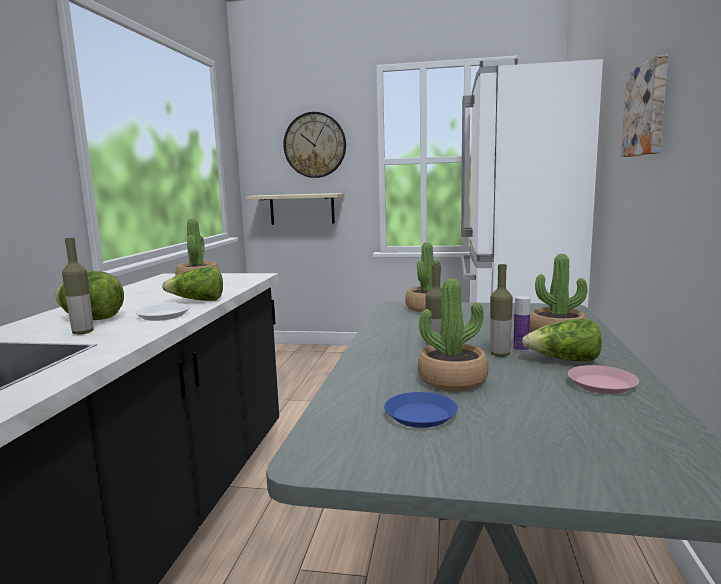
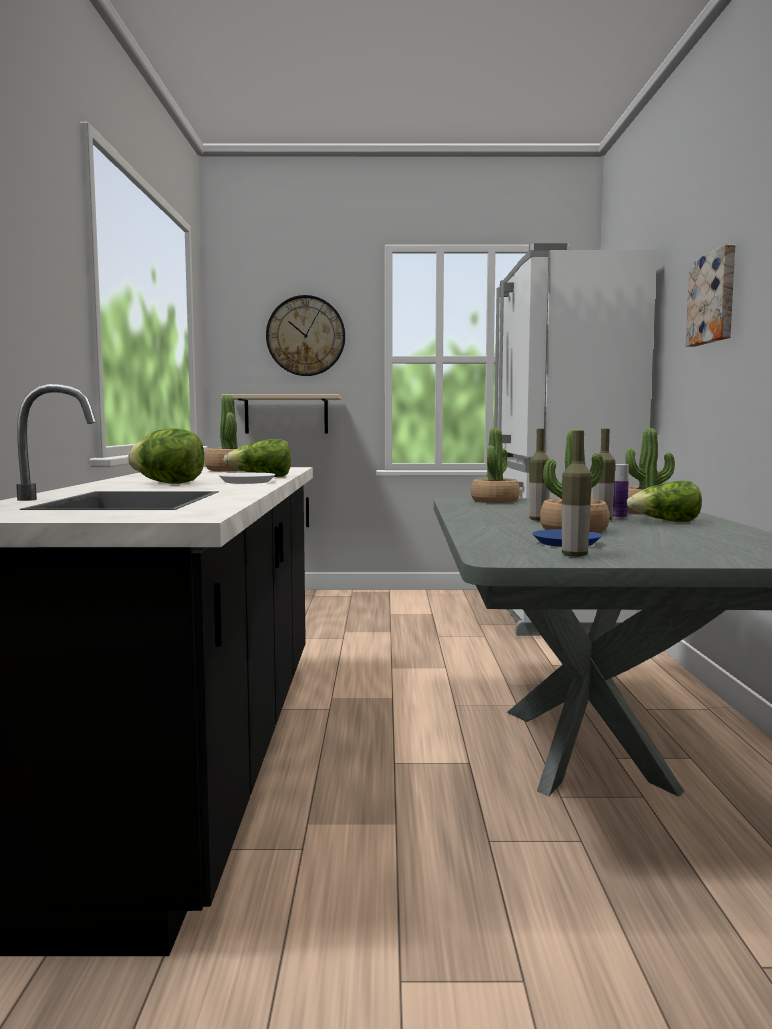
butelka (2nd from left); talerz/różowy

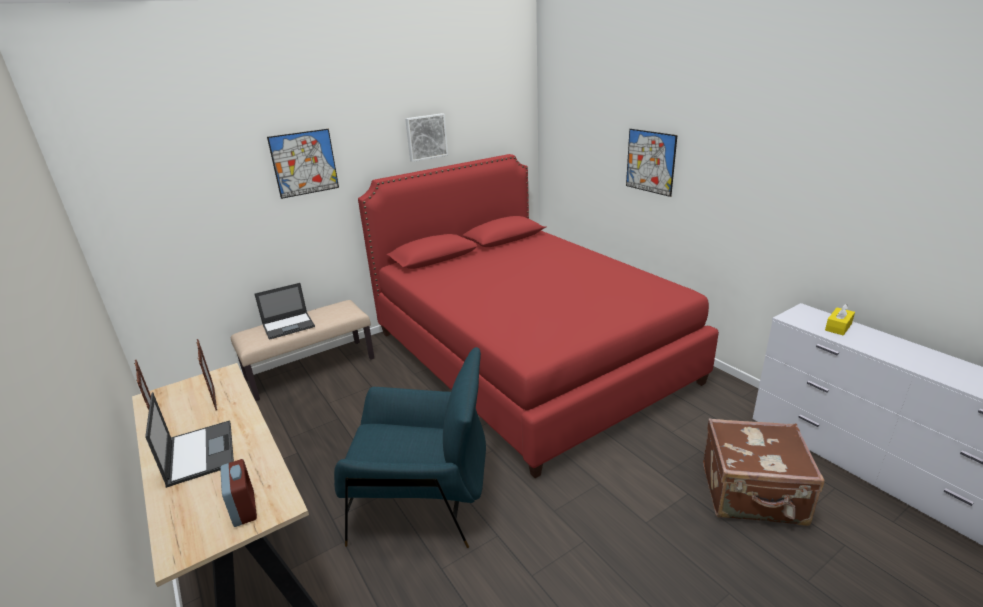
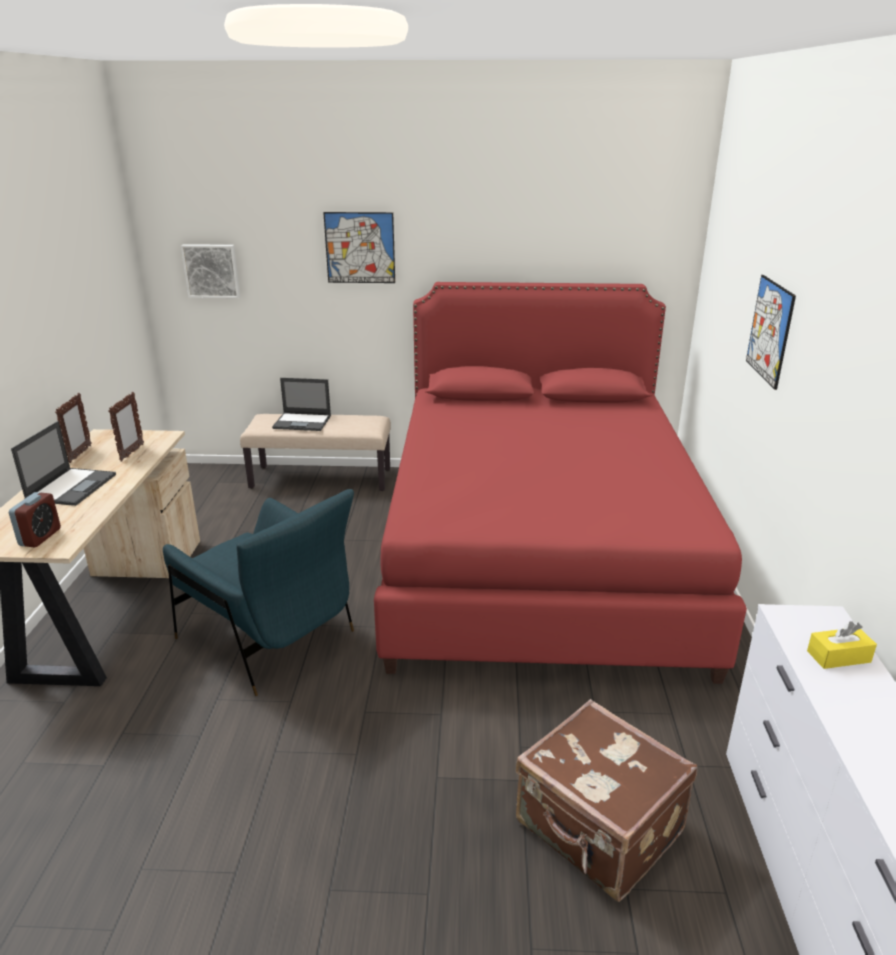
obraz (1st from left)

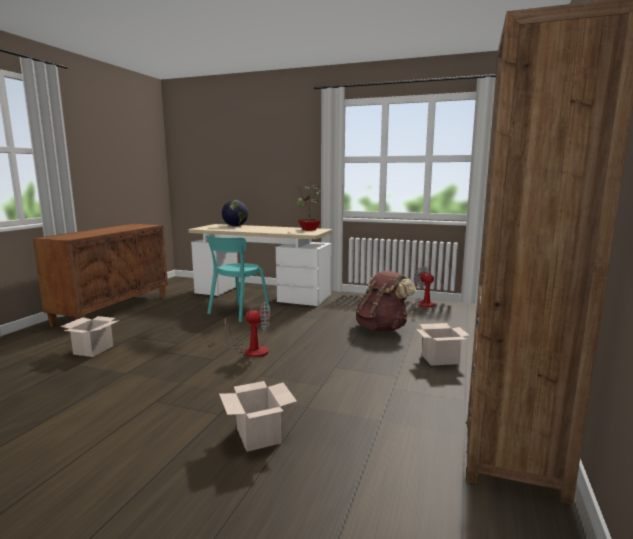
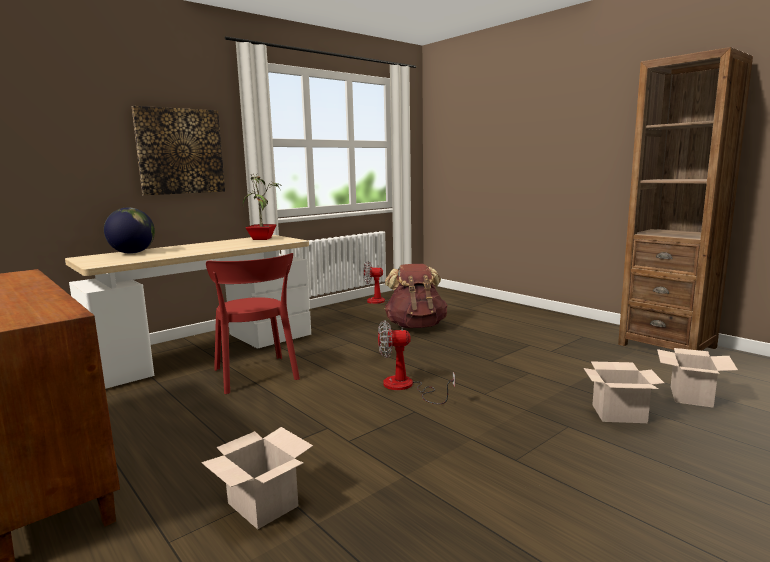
obraz; krzesło/czerwony; wentylator (2nd from left); karton (3rd from left)

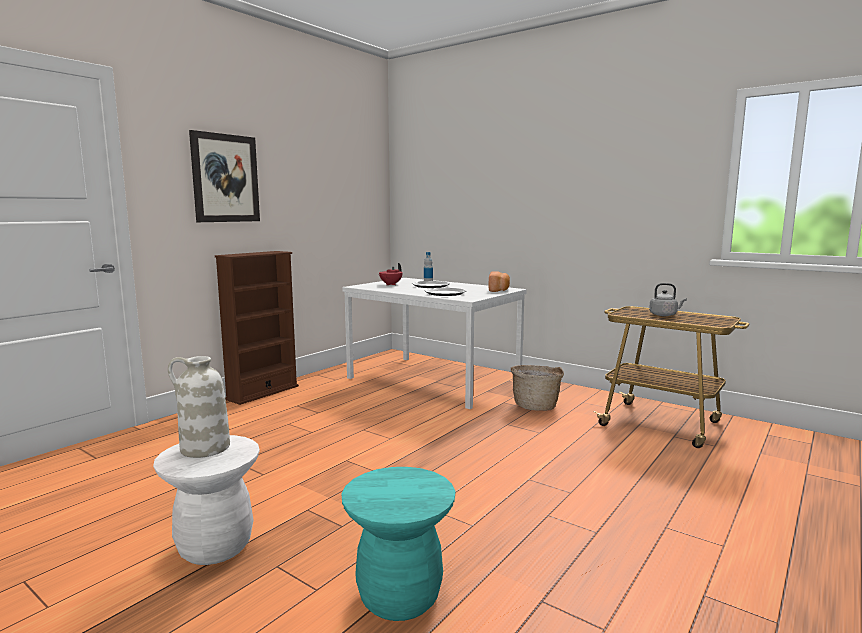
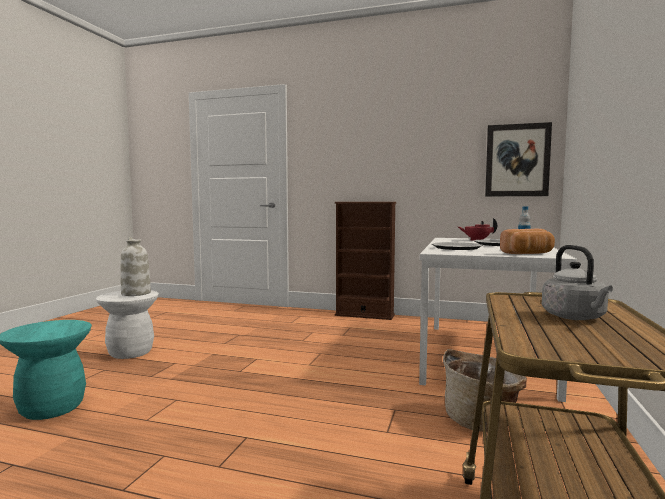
obraz

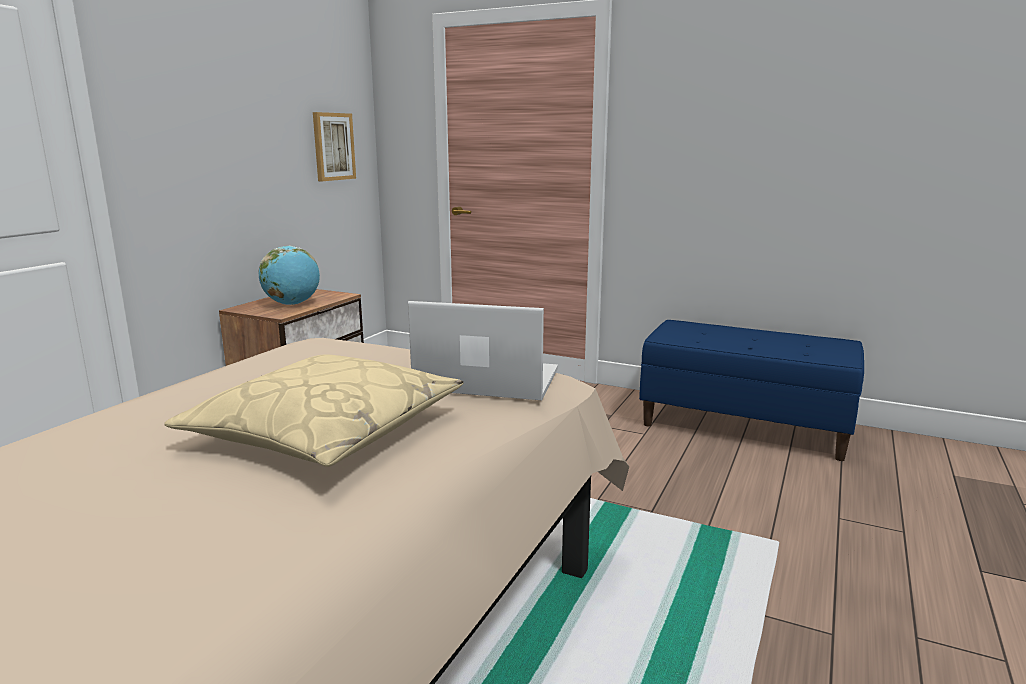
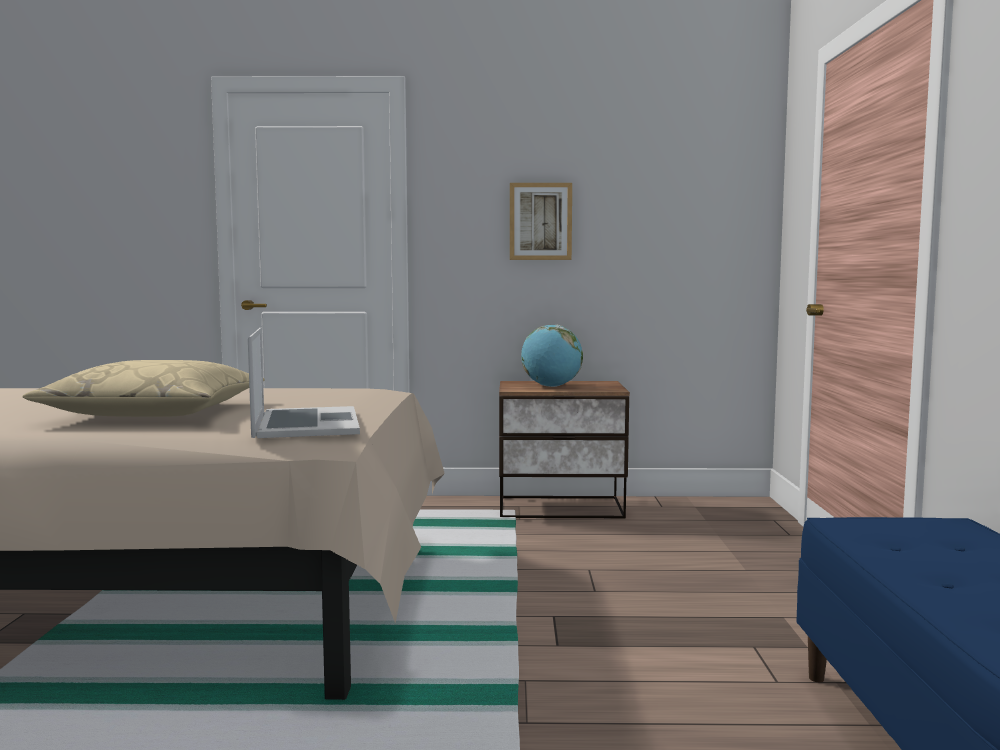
obraz

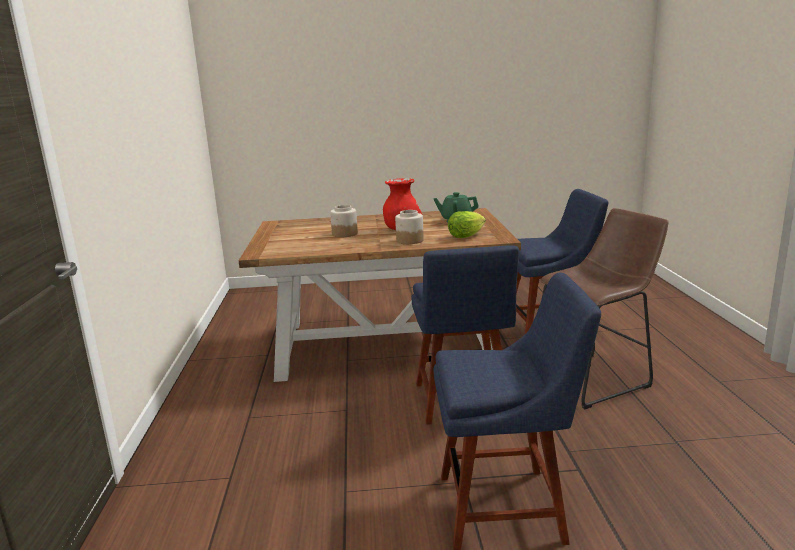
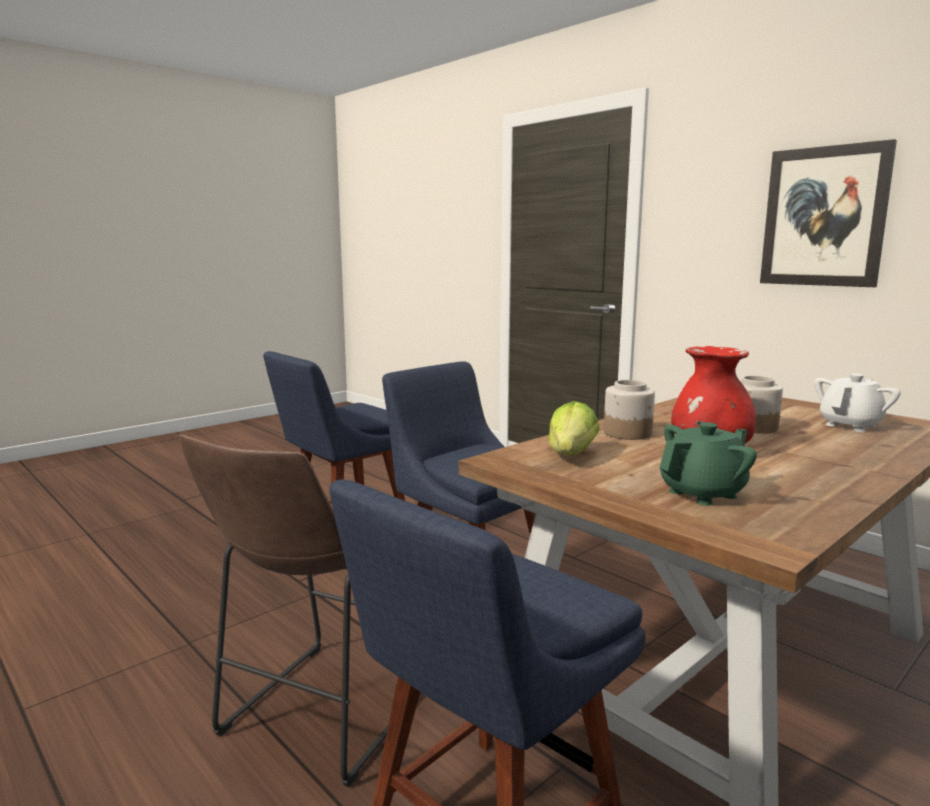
obraz; imbryk/biały

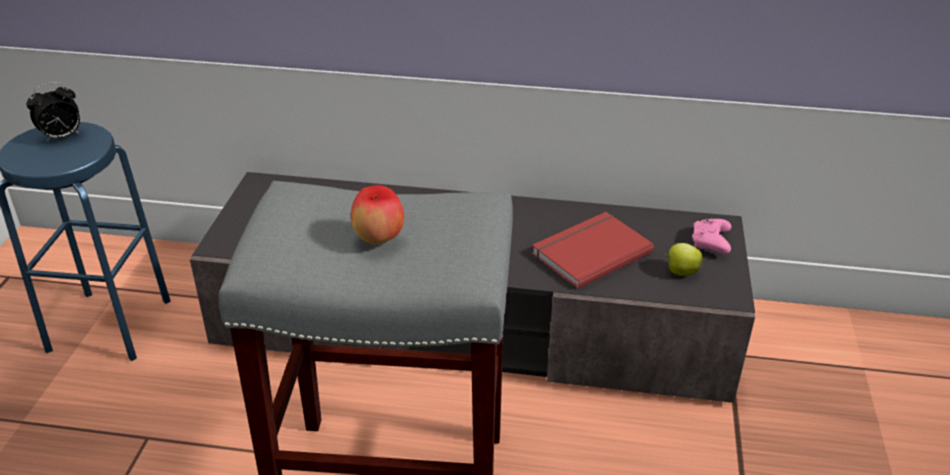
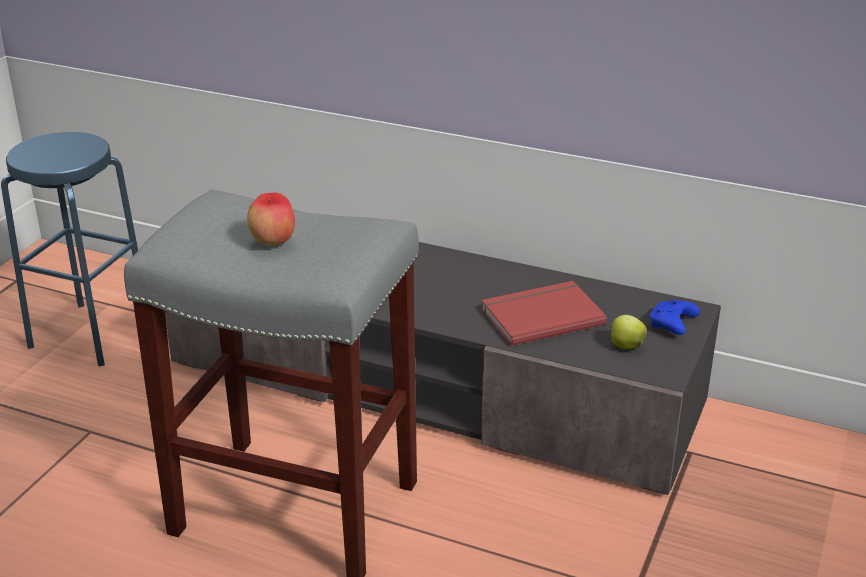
pad do gier/niebieski; budzik

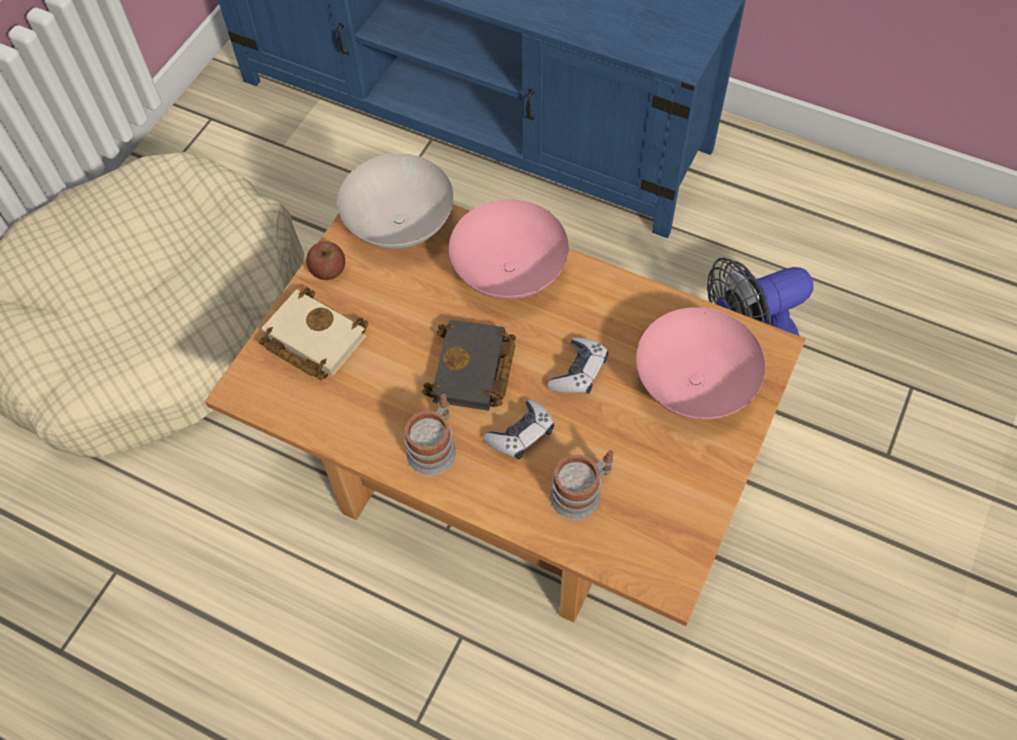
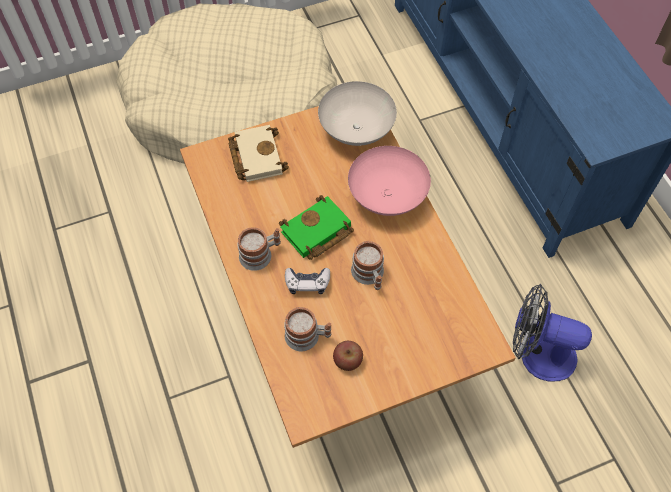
książka/zielony; jabłko; kubek (3rd from left); miska/różowy (2nd from left in the first image)

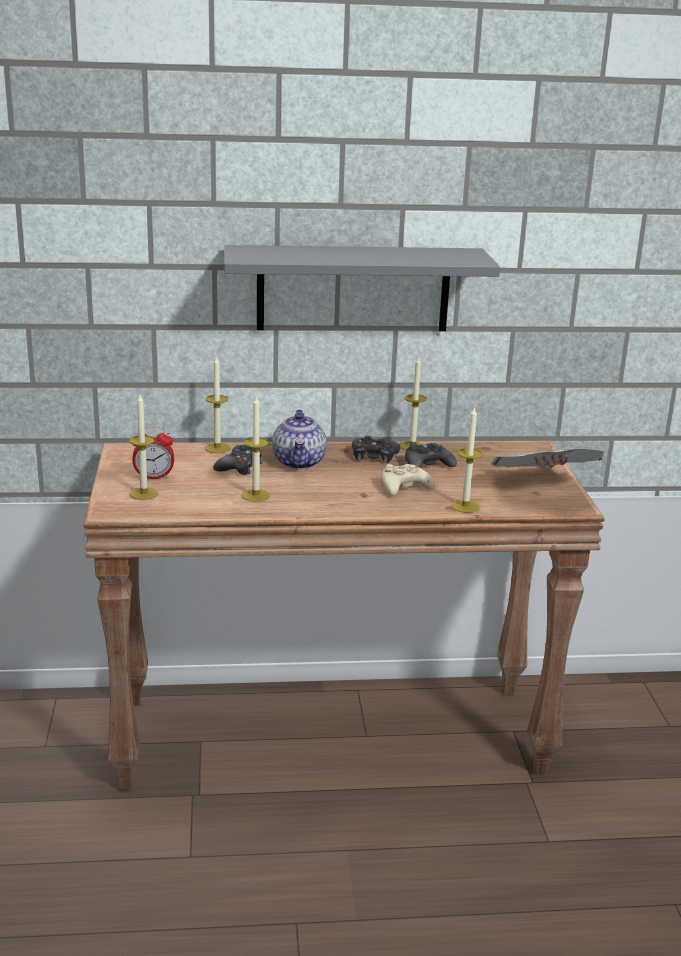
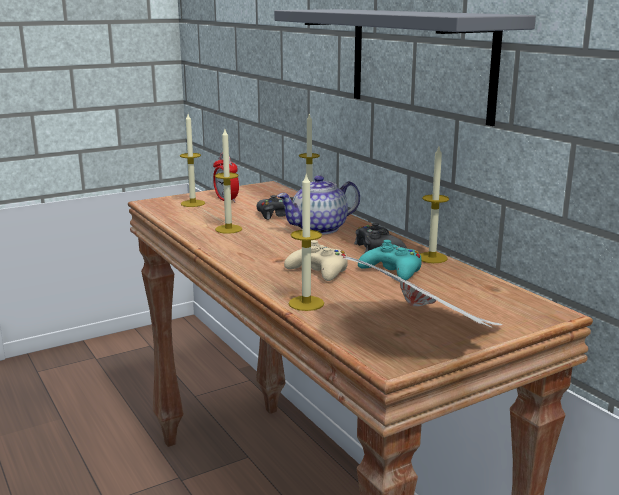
pad do gier/turkusowy

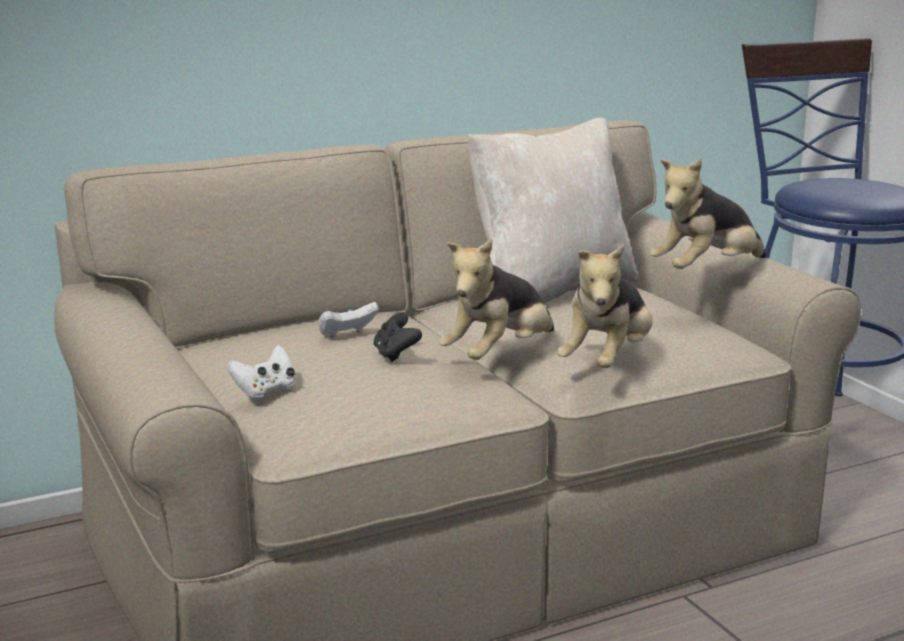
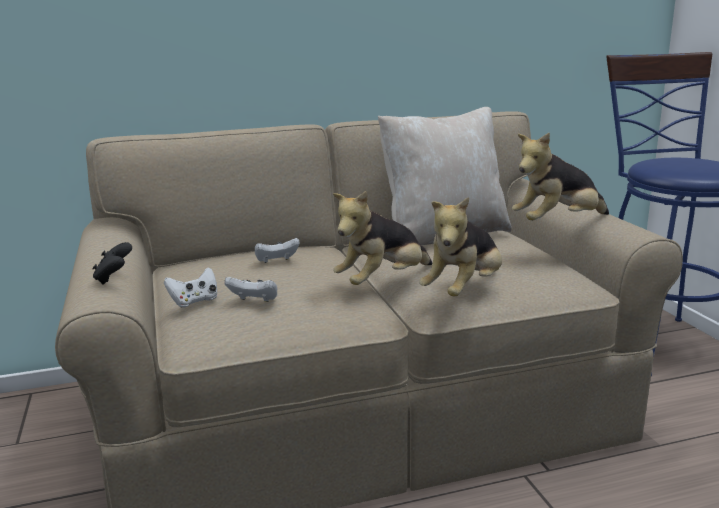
pad do gier/czarny; pad do gier/biały (2nd from left)

